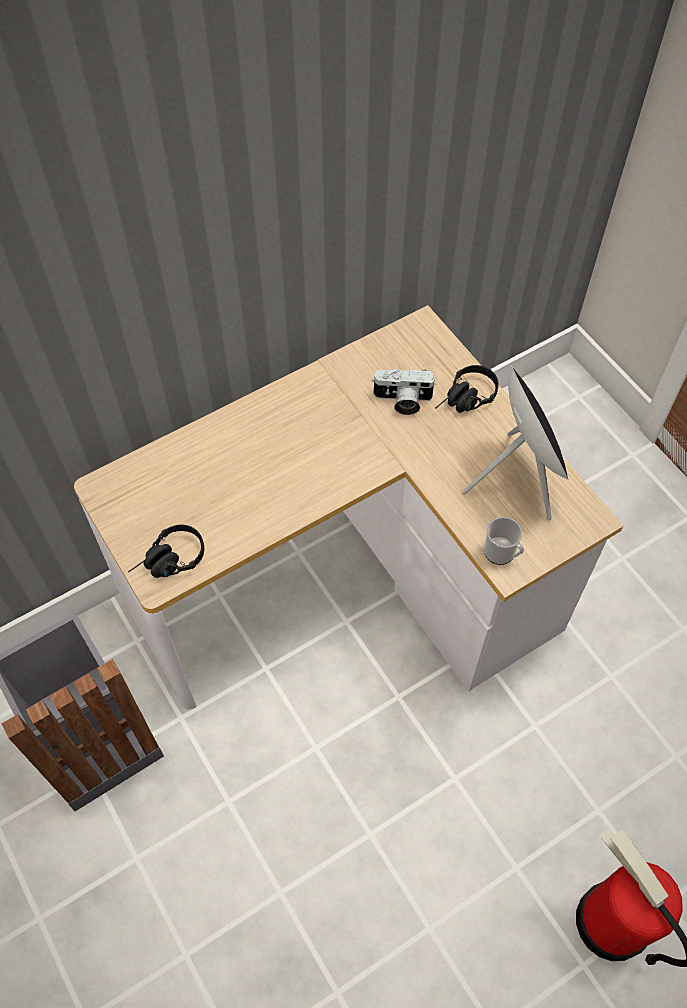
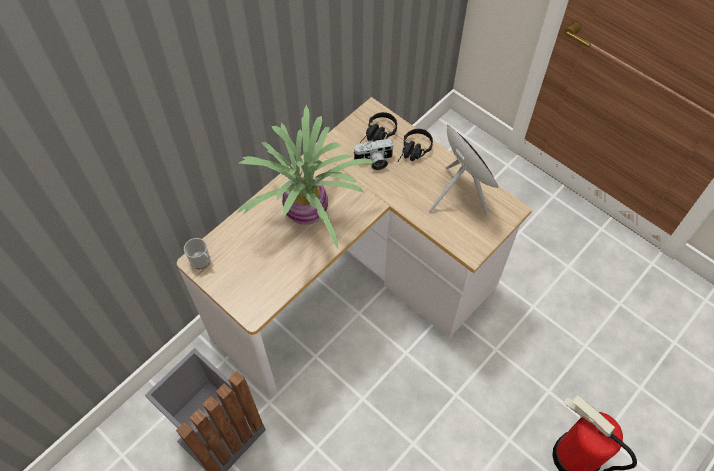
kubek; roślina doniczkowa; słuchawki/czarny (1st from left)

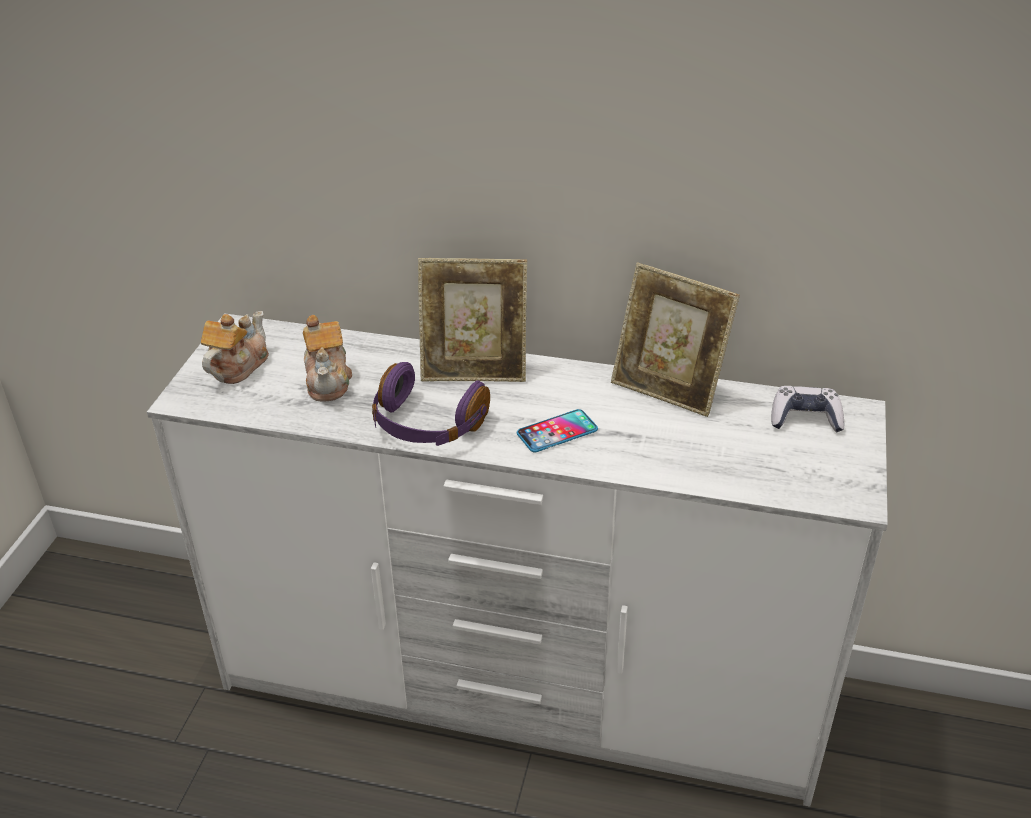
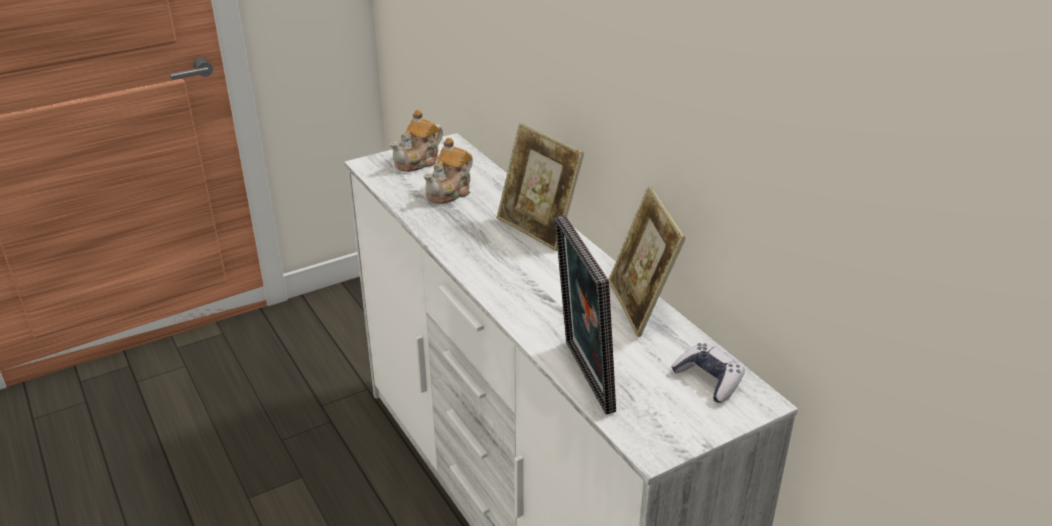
imbryk (1st from left); ramka na zdjęcie (2nd from left); słuchawki/fioletowy; telefon

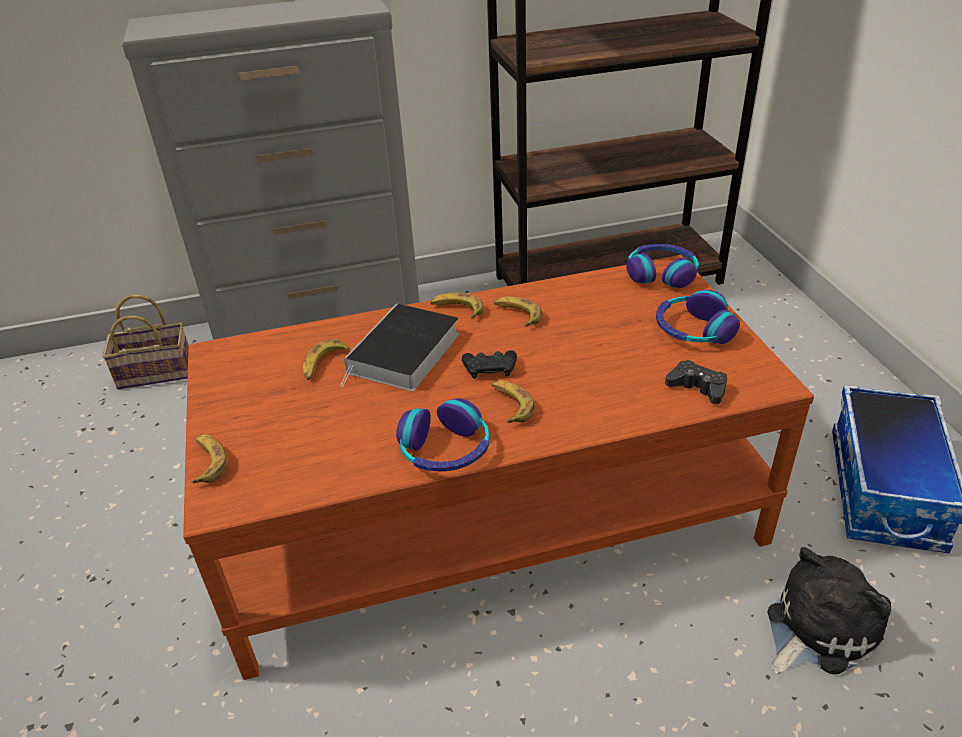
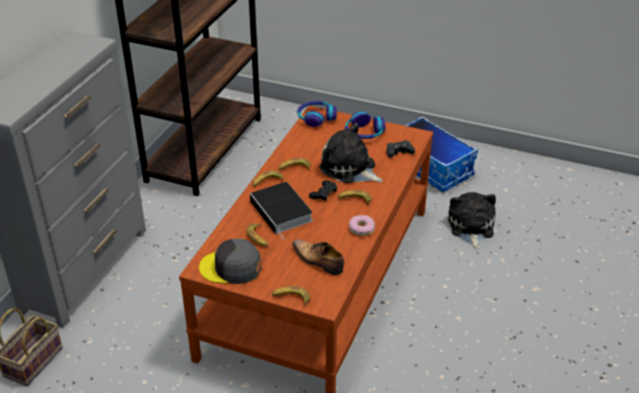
czapka z daszkiem/szary; but; pluszak (1st from left); donut

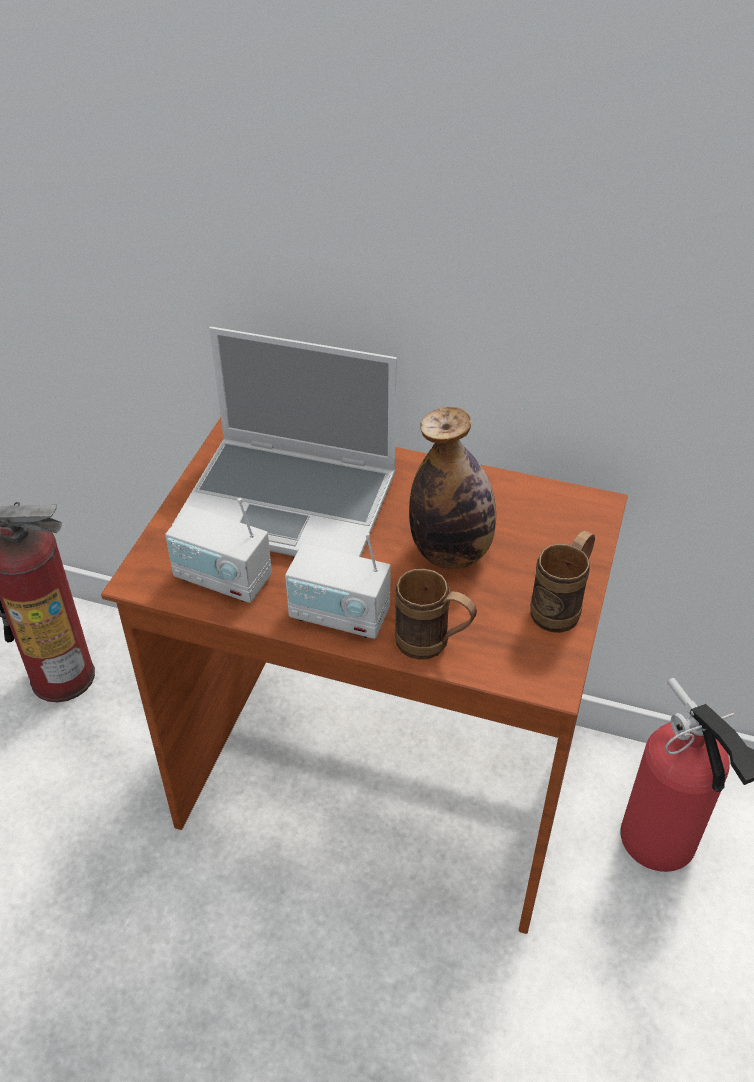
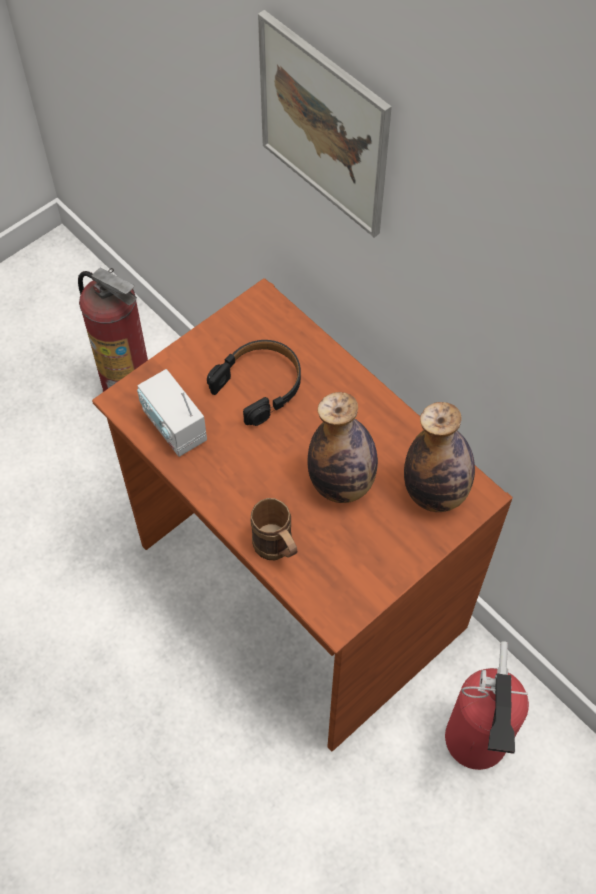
słuchawki/czarny; obraz; butelka (2nd from left); radio (2nd from left in the first image); kubek/brązowy (2nd from left in the first image)

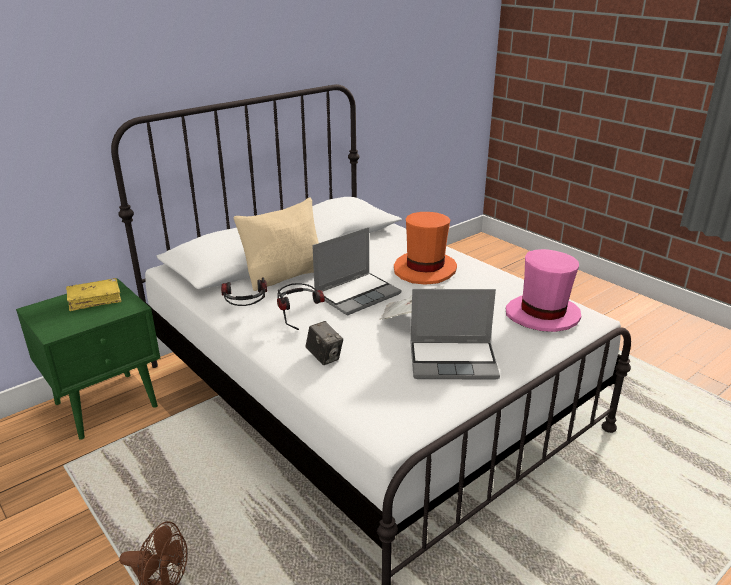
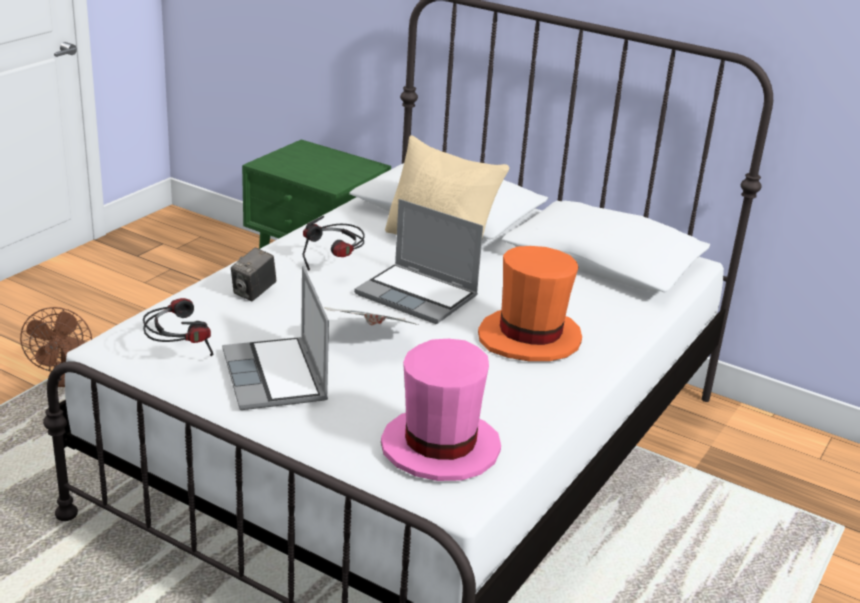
słuchawki (1st from left); książka/żółty

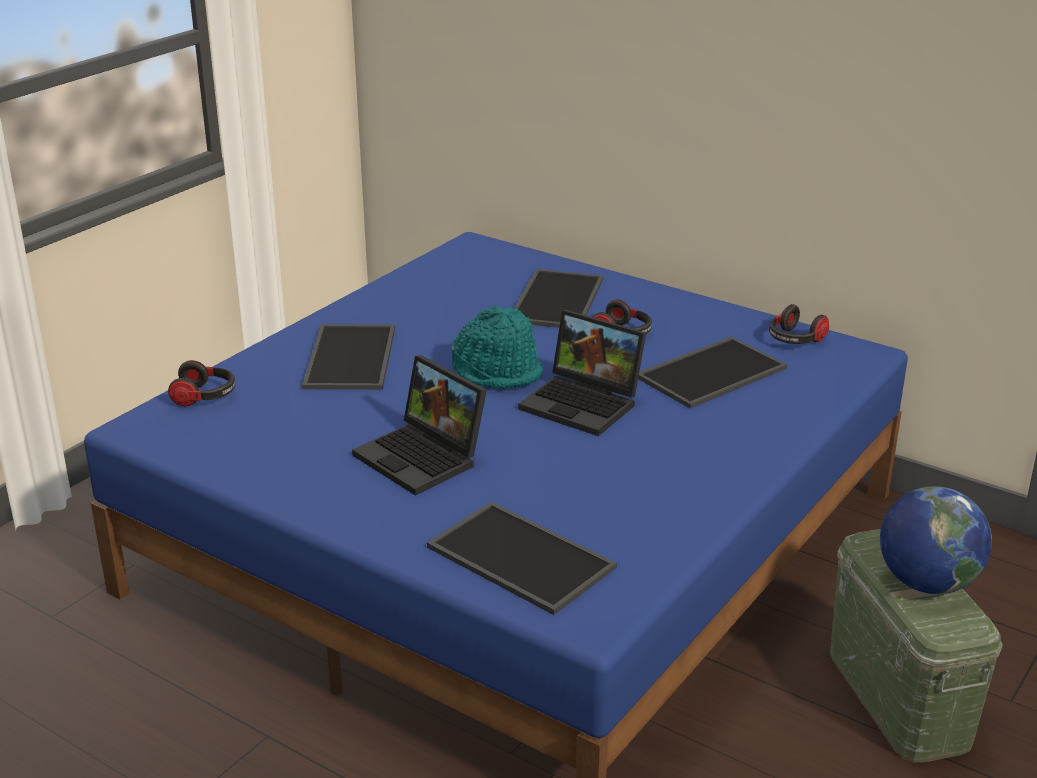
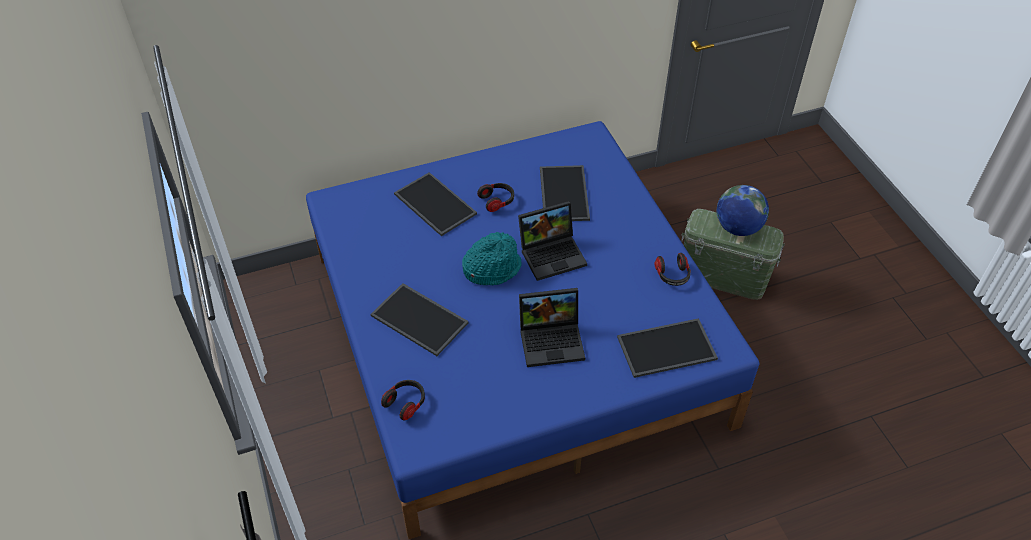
słuchawki (3rd from left)

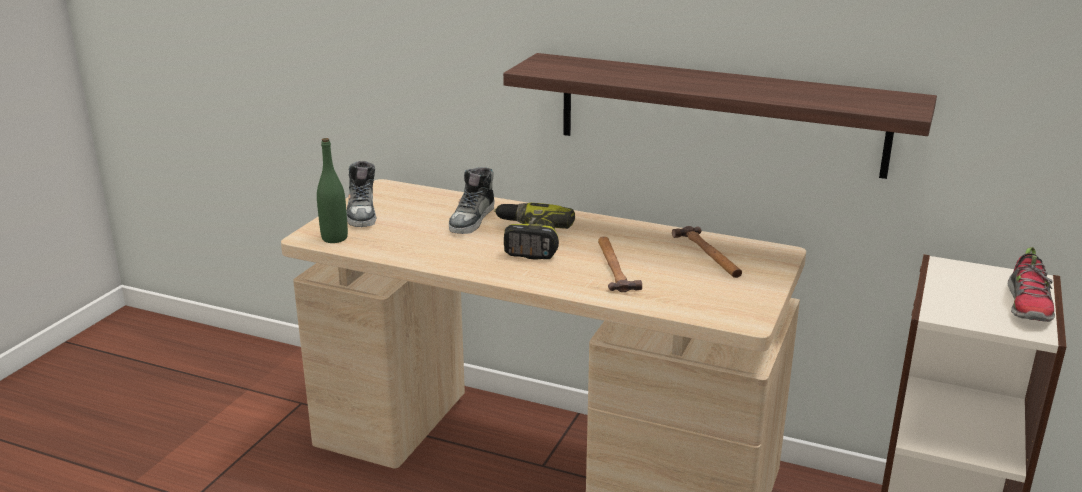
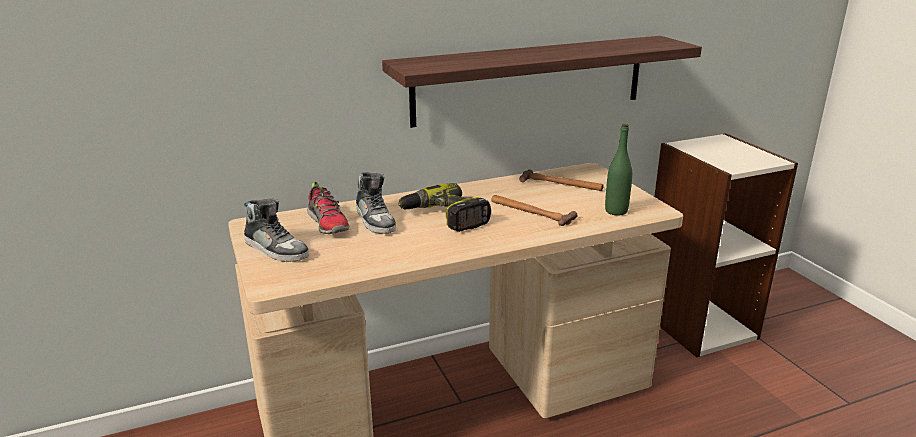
but (2nd from left); butelka/zielony

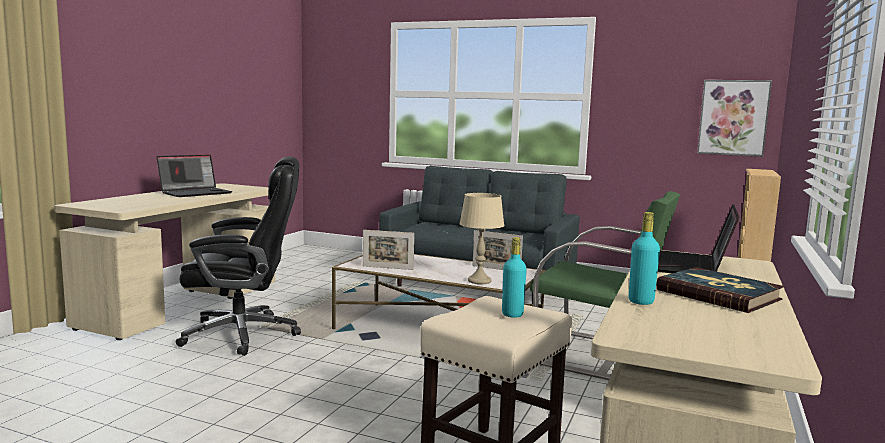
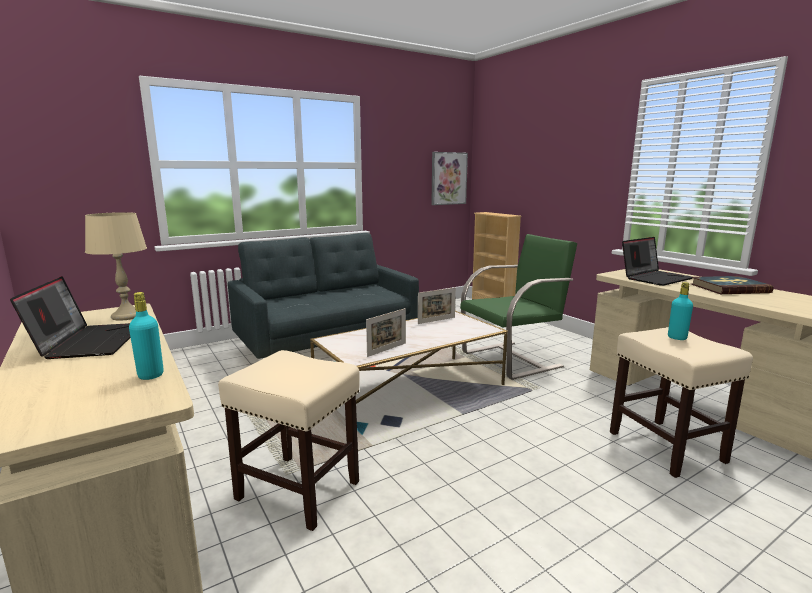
lampa stołowa/beżowy; butelka/turkusowy (1st from left); stołek/beżowy (1st from left); laptop (2nd from left)

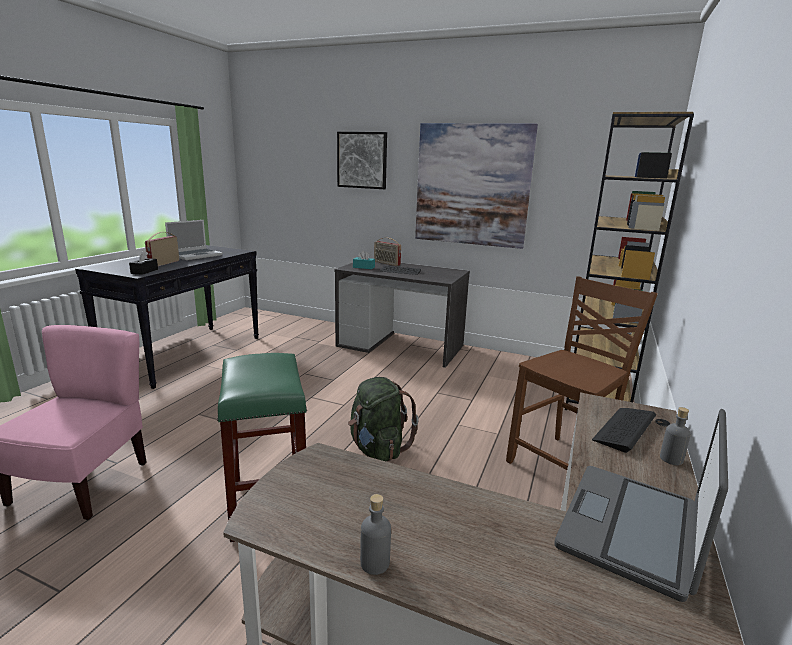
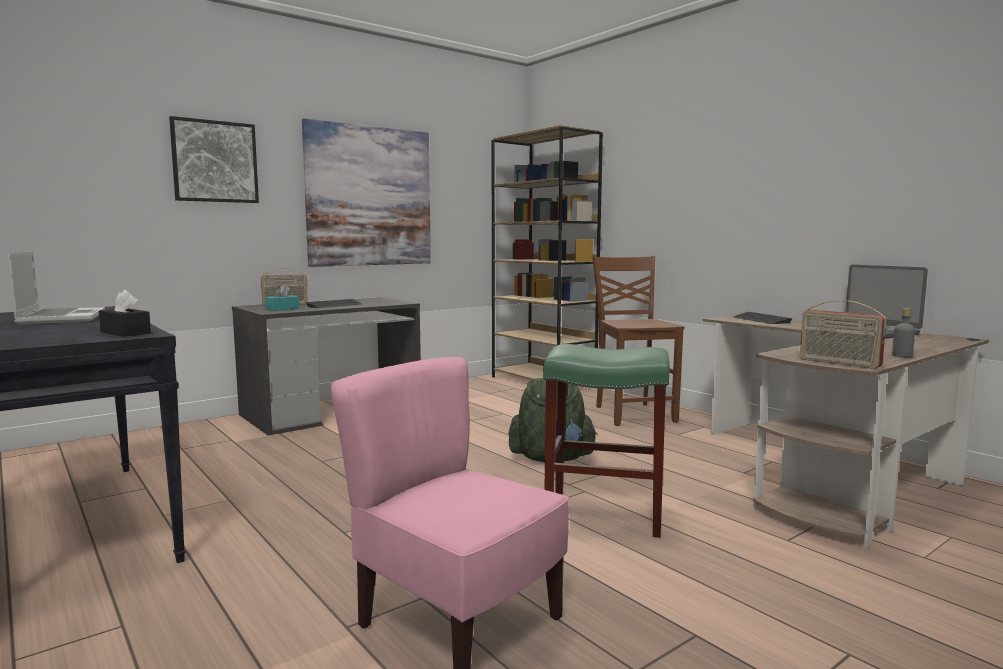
radio (2nd from left); butelka/szary (2nd from left in the first image)

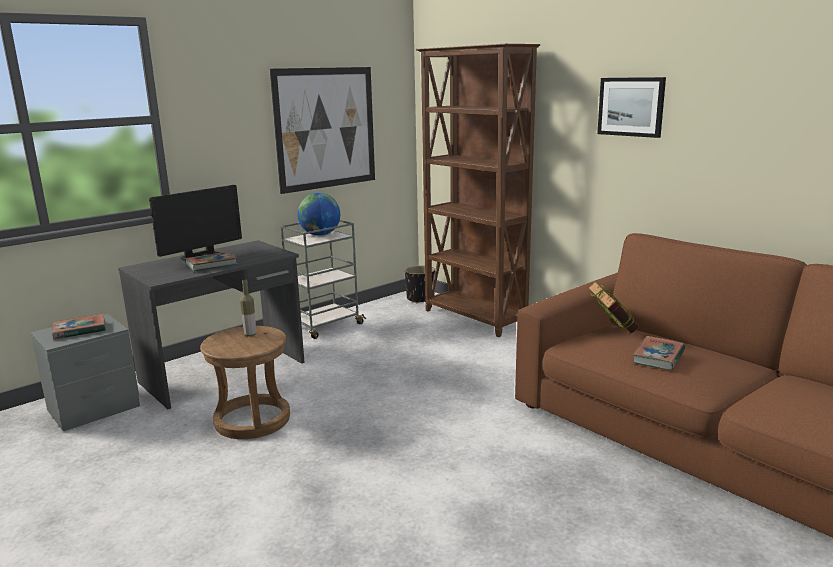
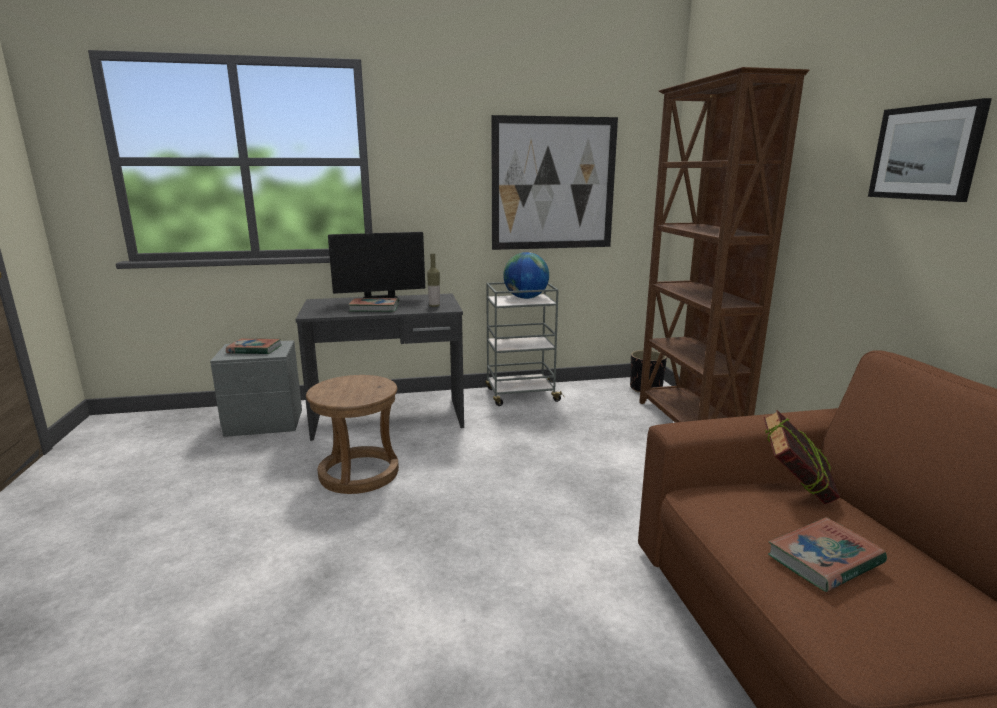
butelka

